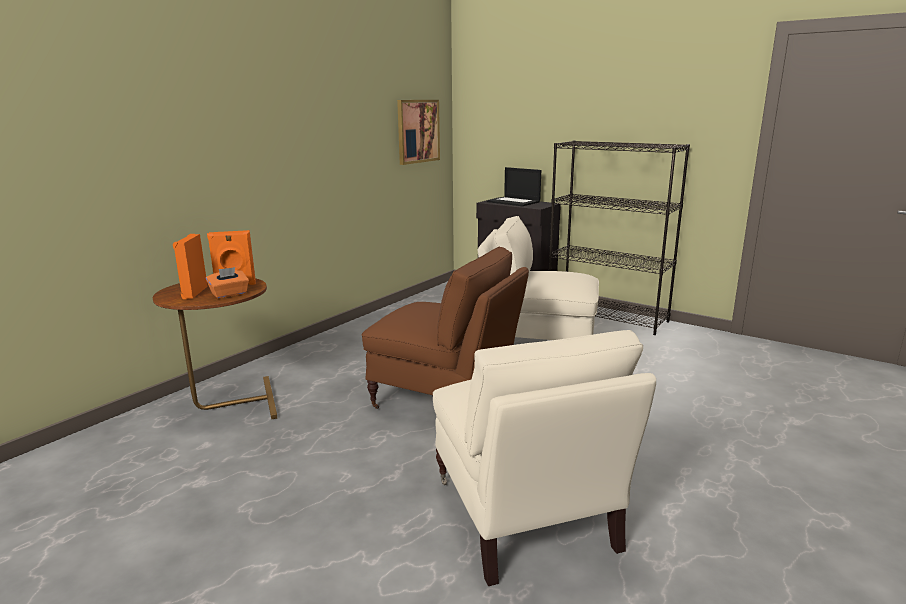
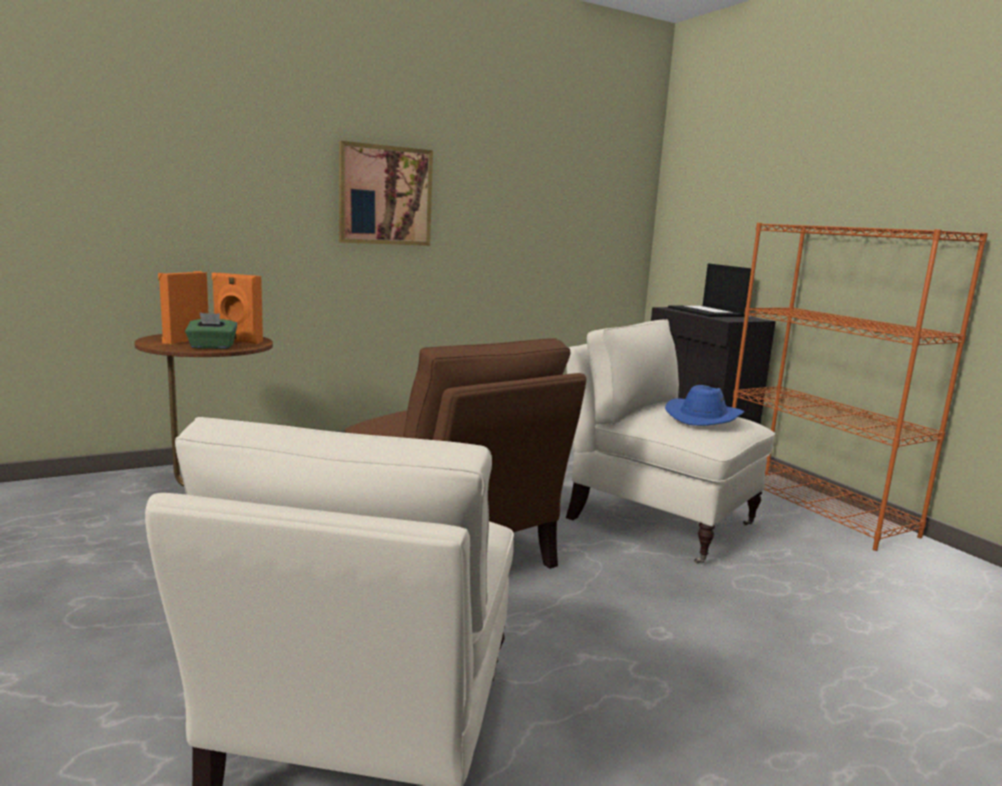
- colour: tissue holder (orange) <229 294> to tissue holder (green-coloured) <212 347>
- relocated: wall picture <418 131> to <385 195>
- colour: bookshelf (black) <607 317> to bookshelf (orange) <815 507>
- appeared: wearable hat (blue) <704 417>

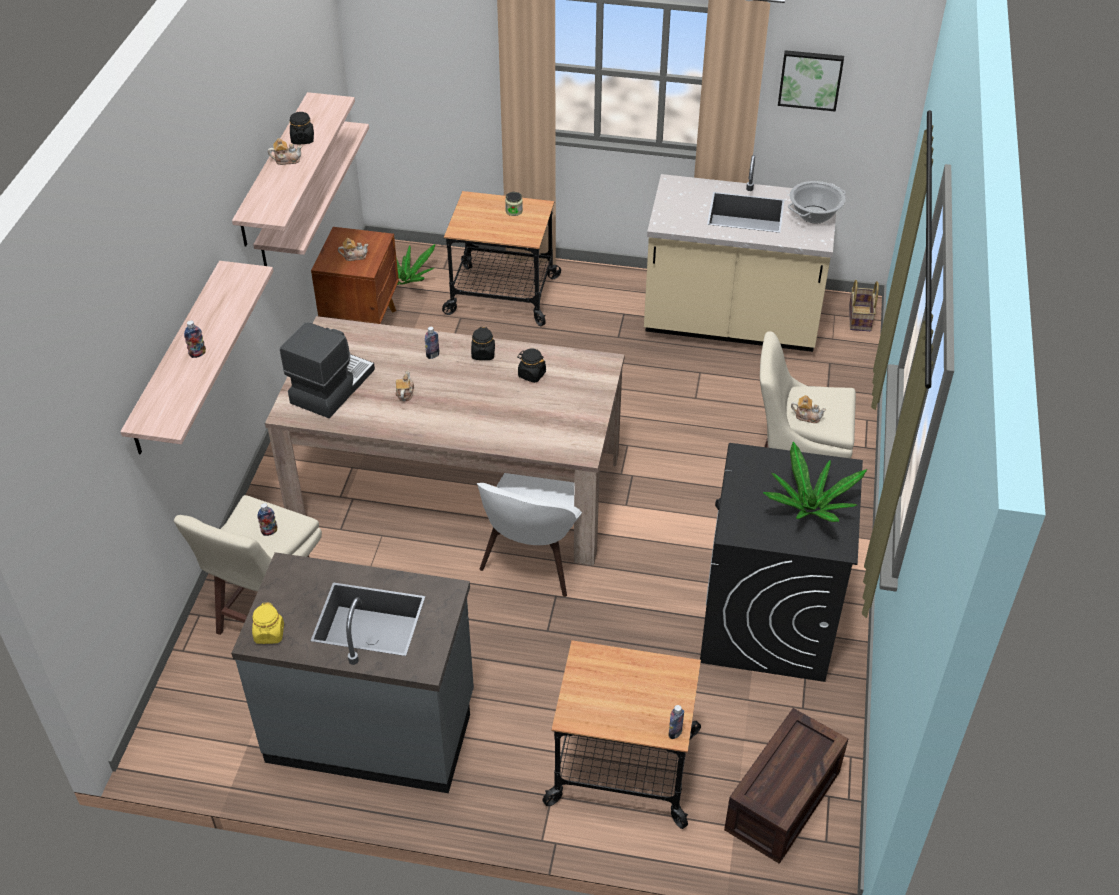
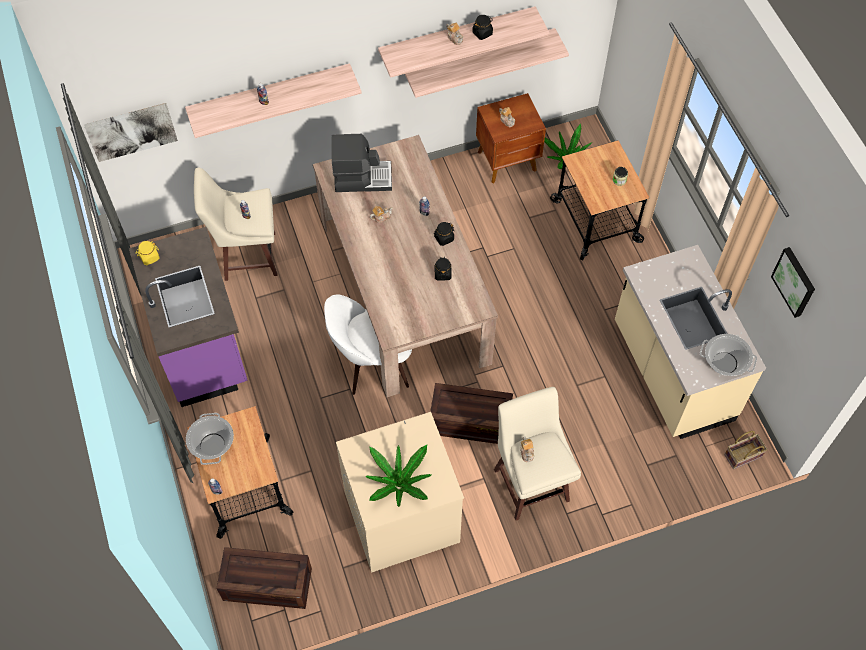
- colour: counter (gray) <372 728> to counter (purple-coloured) <203 347>
- colour: washing machine (black) <767 621> to washing machine (sand-coloured) <401 518>
- appeared: wall picture <131 131>
- appeared: stockpot <212 444>
- appeared: packing crate <468 423>

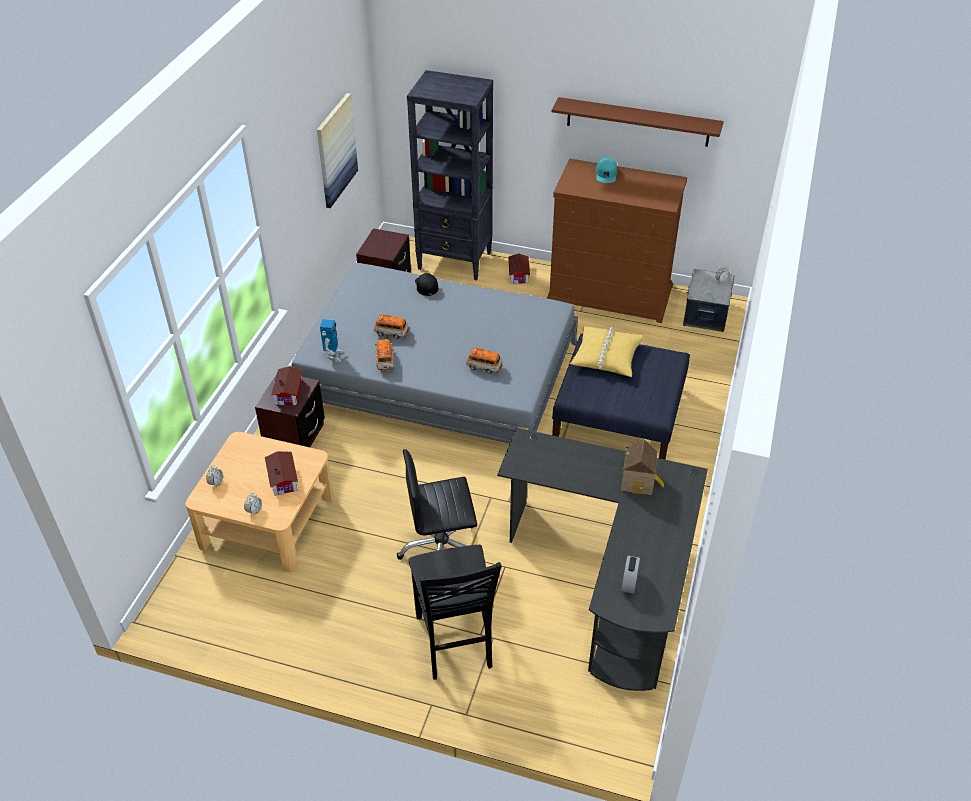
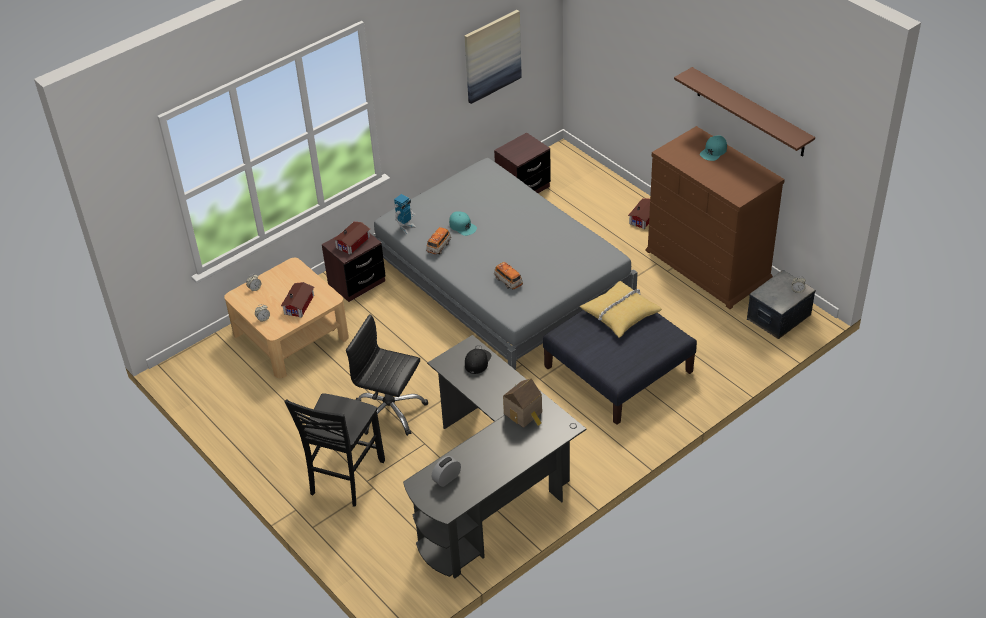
- exchanged: miniature car <391 333> to peaked cap (turquoise-coloured) <462 226>
- missing: bookshelf (black) <455 261>
- relocated: peaked cap (black) <426 285> to <477 361>

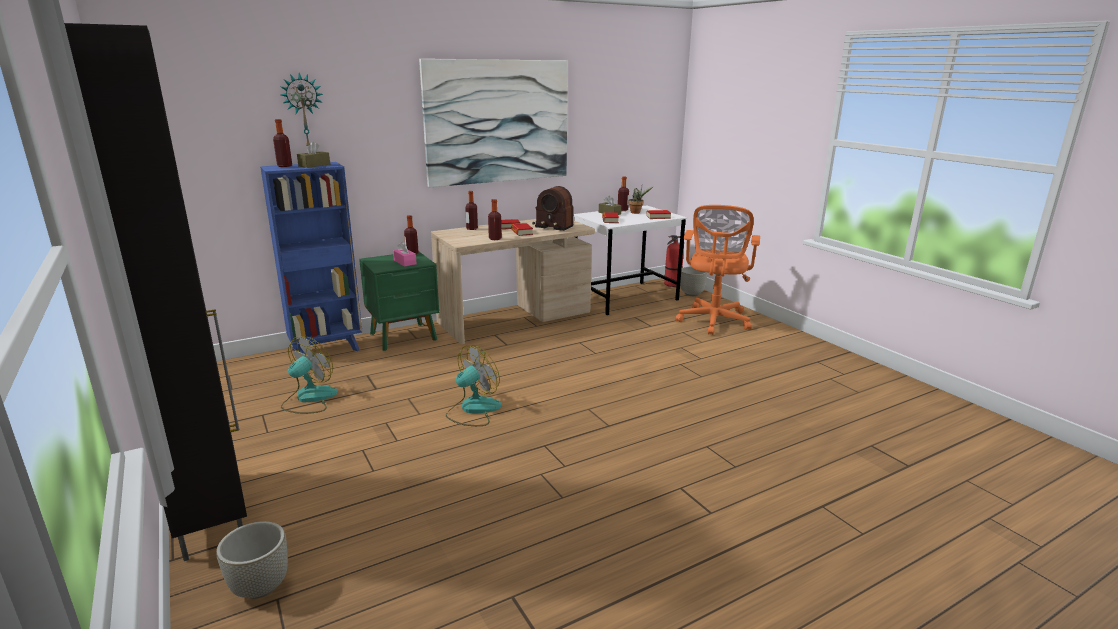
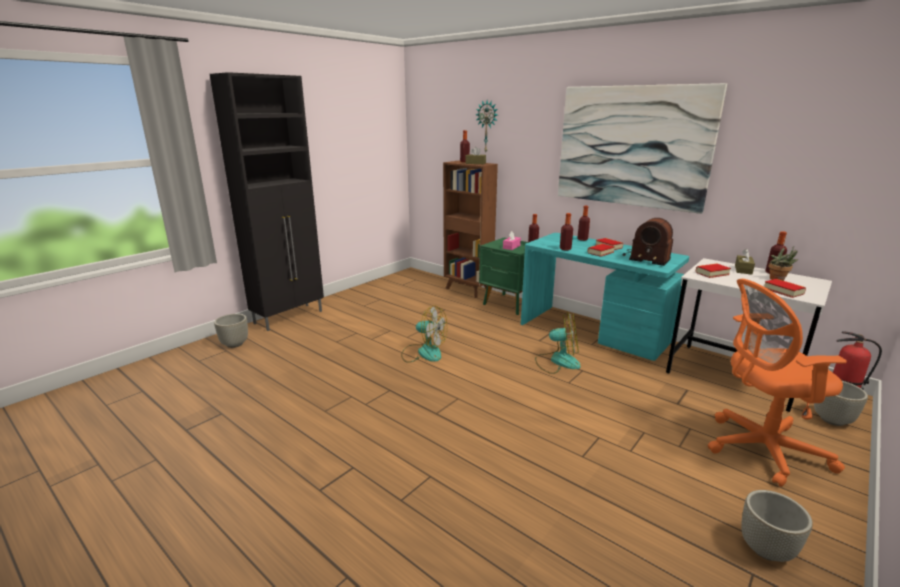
- colour: bookshelf (blue) <327 349> to bookshelf (brown-coloured) <468 290>
- relocated: electric fan <309 399> to <557 361>
- colour: desk unit (sand-coloured) <515 318> to desk unit (turquoise-coloured) <594 332>
- spun: radio receiver <552 225> = <645 258> 60 degrees counterclockwise
- appeared: flower pot (gray) <766 549>

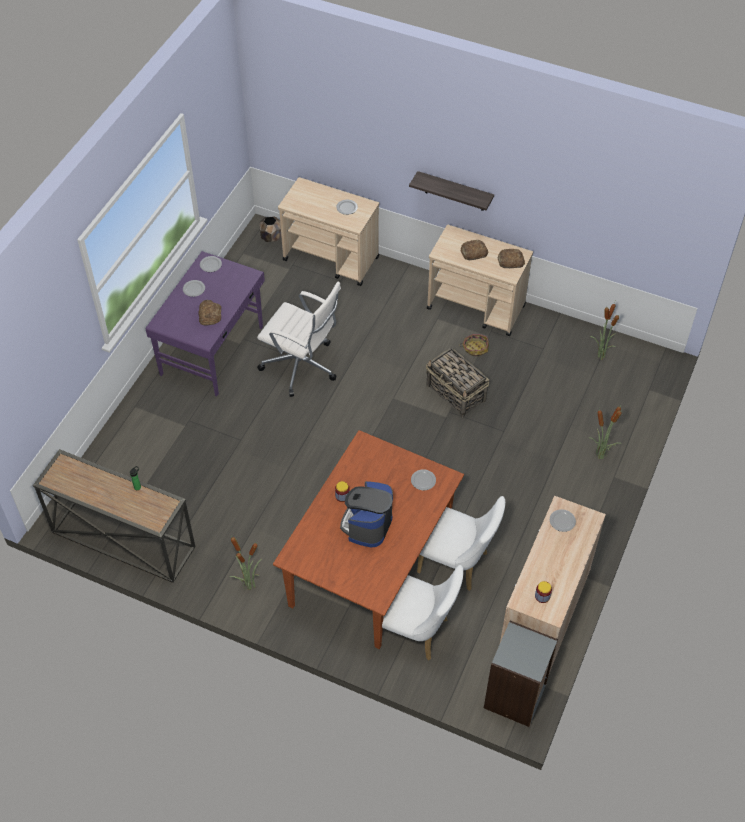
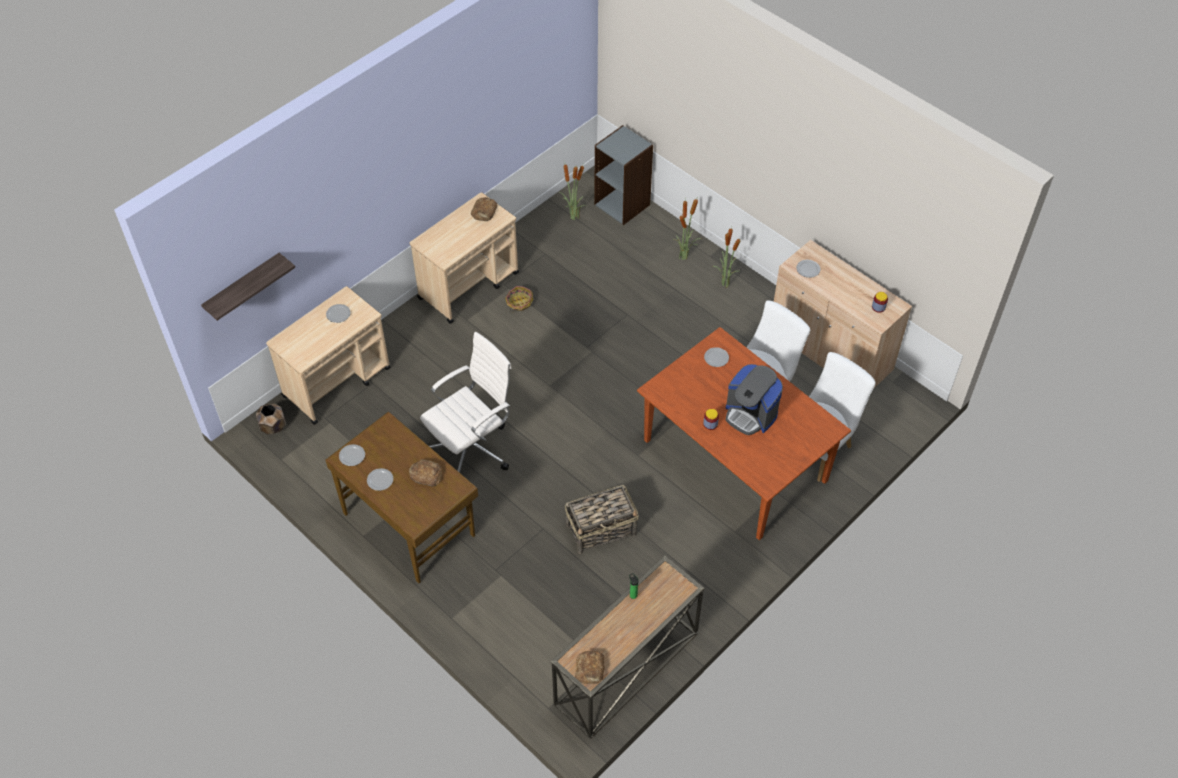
- colour: desk unit (purple-coloured) <213 350> to desk unit (brown-coloured) <409 523>
- relocated: houseplant <248 585> to <724 284>
- relocated: wall shelf <455 192> to <243 287>
- relocated: household basket <456 393> to <602 529>
- relocated: bakery bread <473 252> to <590 669>
- relocated: bookshelf (gray) <515 696> to <622 204>

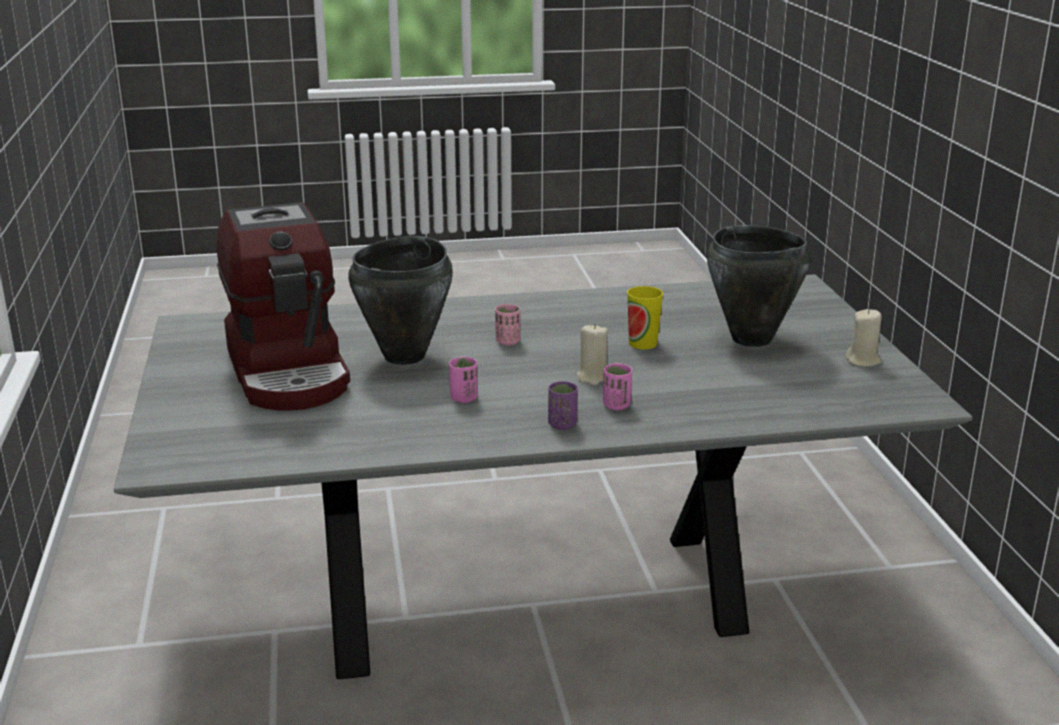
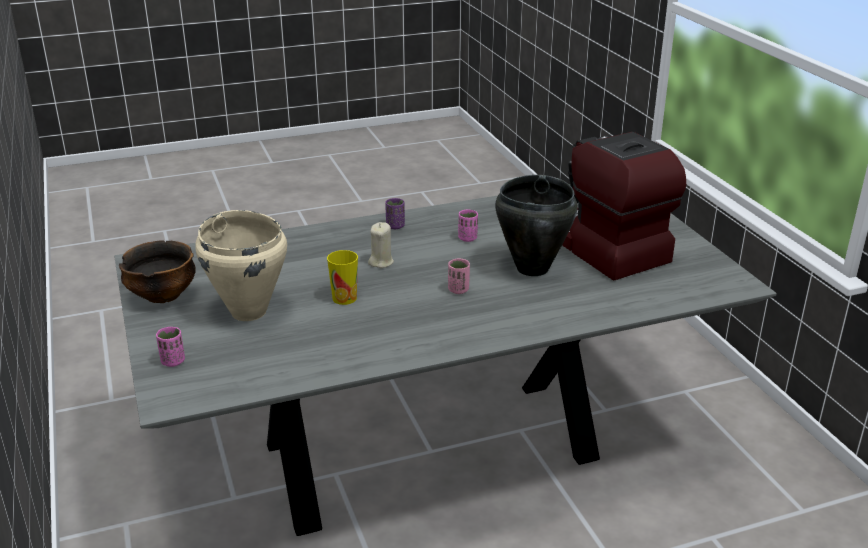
- relocated: drinking cup (pink) <616 405> to <173 361>
- colour: stockpot (black) <751 339> to stockpot (sand-coloured) <249 311>
- exchanged: candle (sand-coloured) <863 361> to deep dish <162 296>

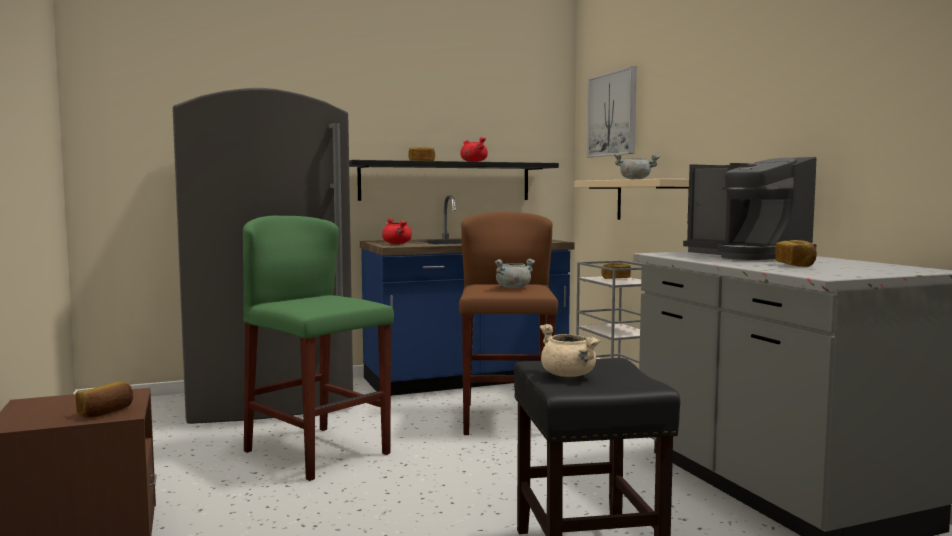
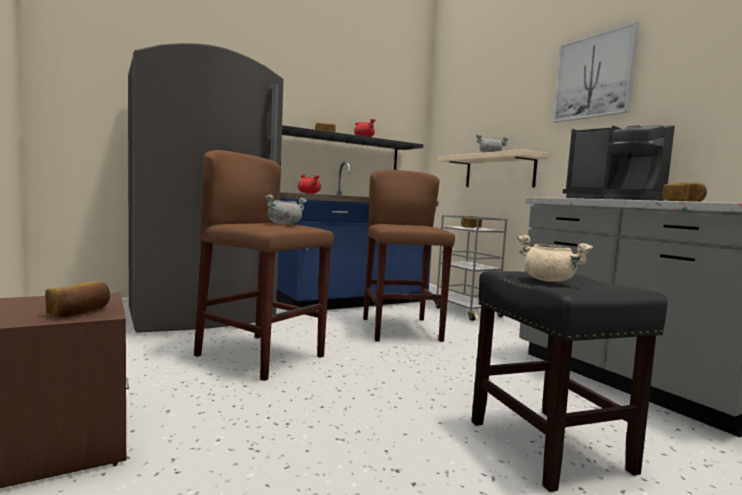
- colour: sitting stool (green-coloured) <317 452> to sitting stool (brown-coloured) <260 356>
- relocated: stockpot (gray) <513 287> to <284 224>
- relocated: wall picture <612 114> to <594 77>

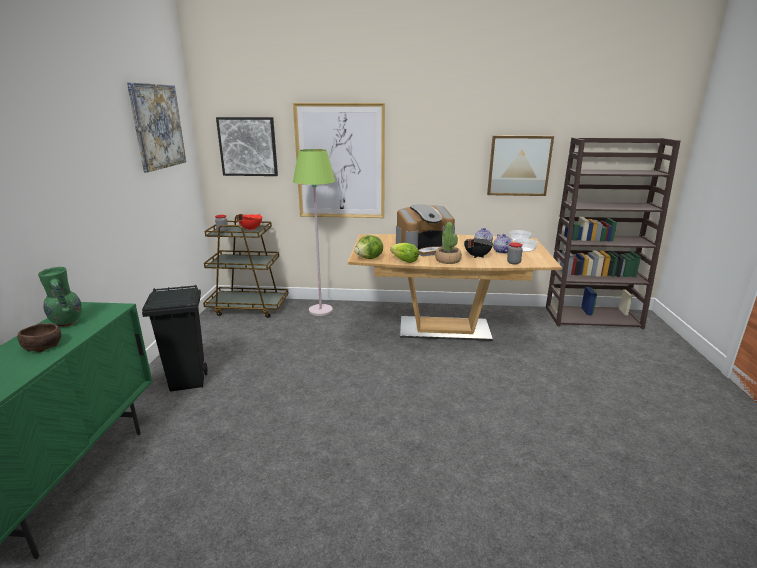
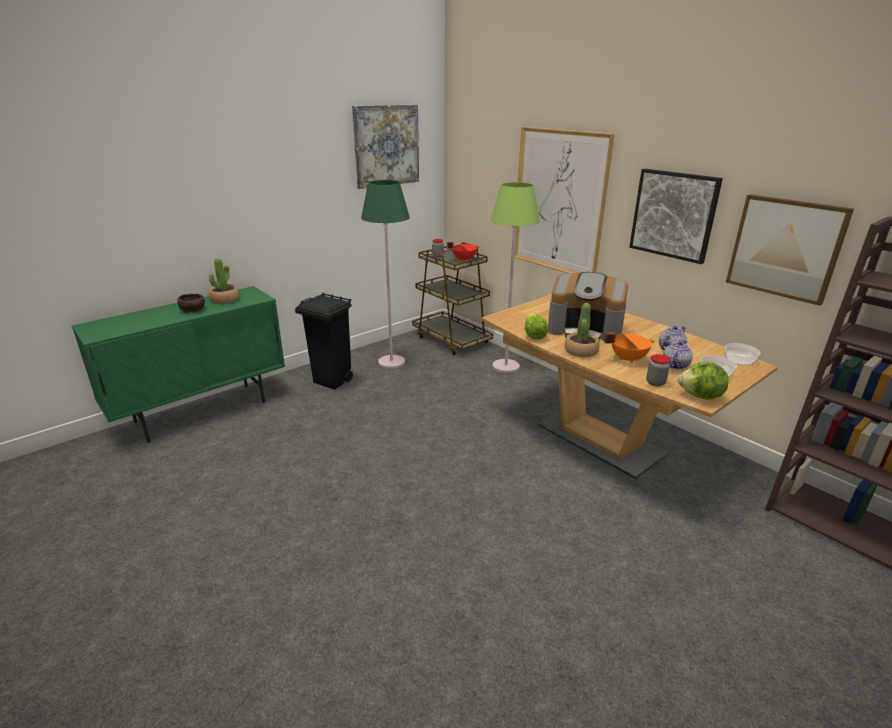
- exchanged: flower vase (green-coloured) <67 323> to houseplant <225 299>
- relocated: wall picture <248 146> to <673 215>
- relocated: lettuce head <369 258> to <700 396>
- colour: stockpot (black) <476 256> to stockpot (orange) <627 358>
- appeared: standard lamp (green-coloured) <391 362>

